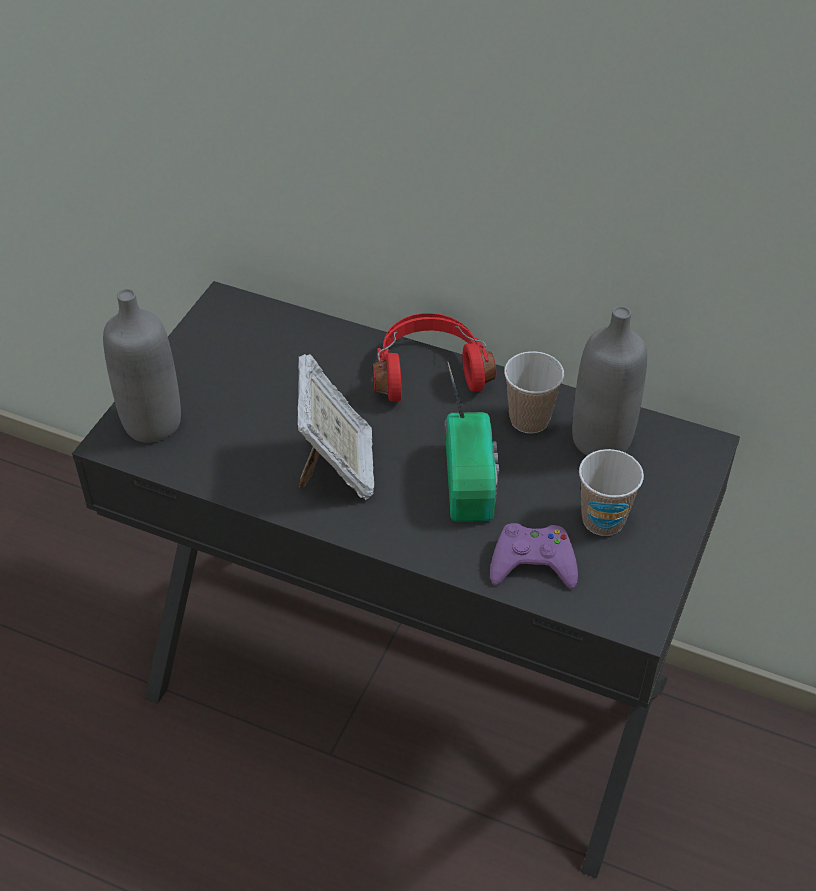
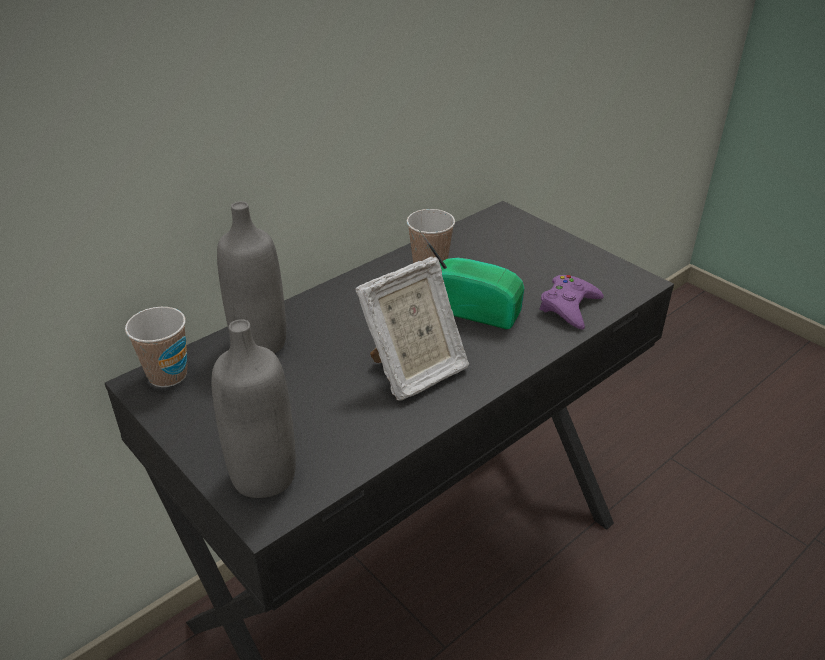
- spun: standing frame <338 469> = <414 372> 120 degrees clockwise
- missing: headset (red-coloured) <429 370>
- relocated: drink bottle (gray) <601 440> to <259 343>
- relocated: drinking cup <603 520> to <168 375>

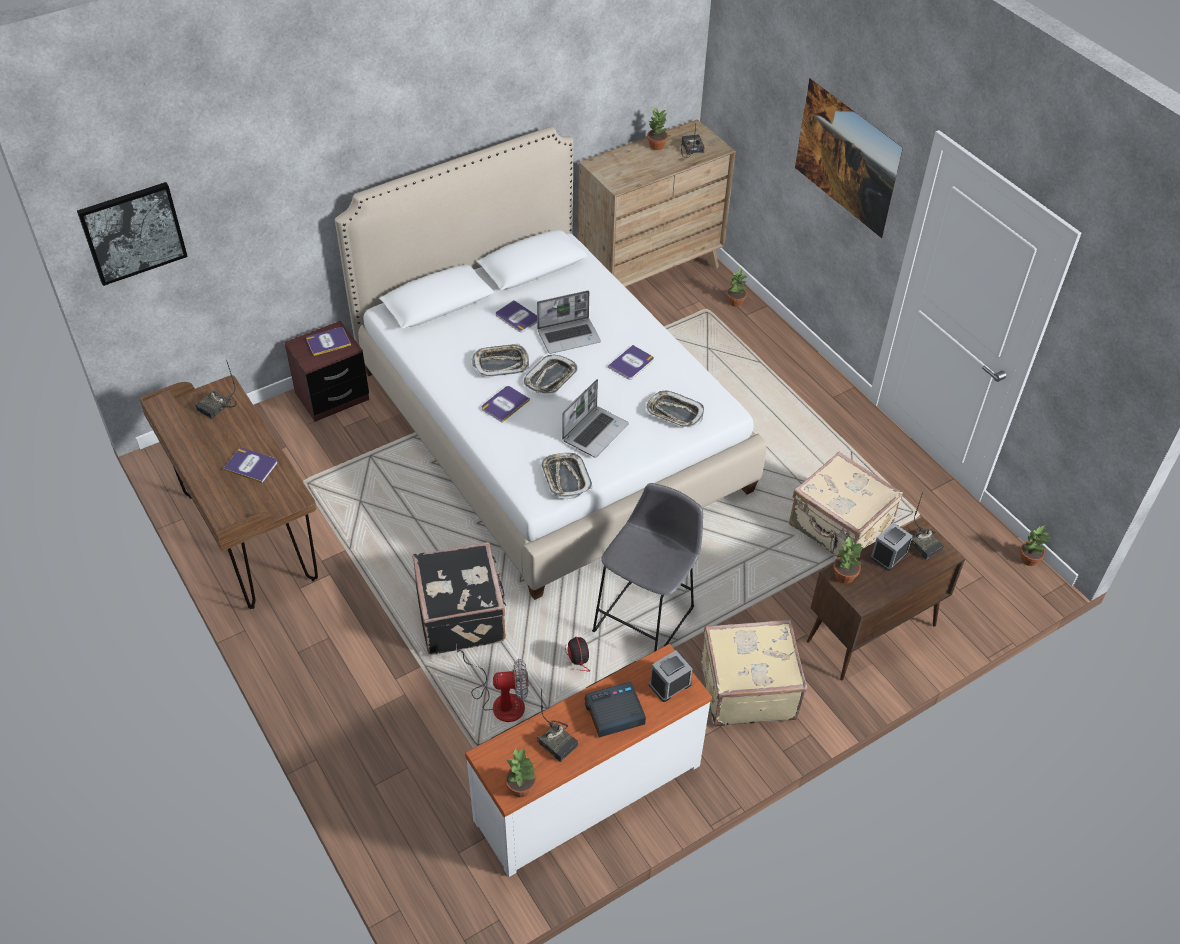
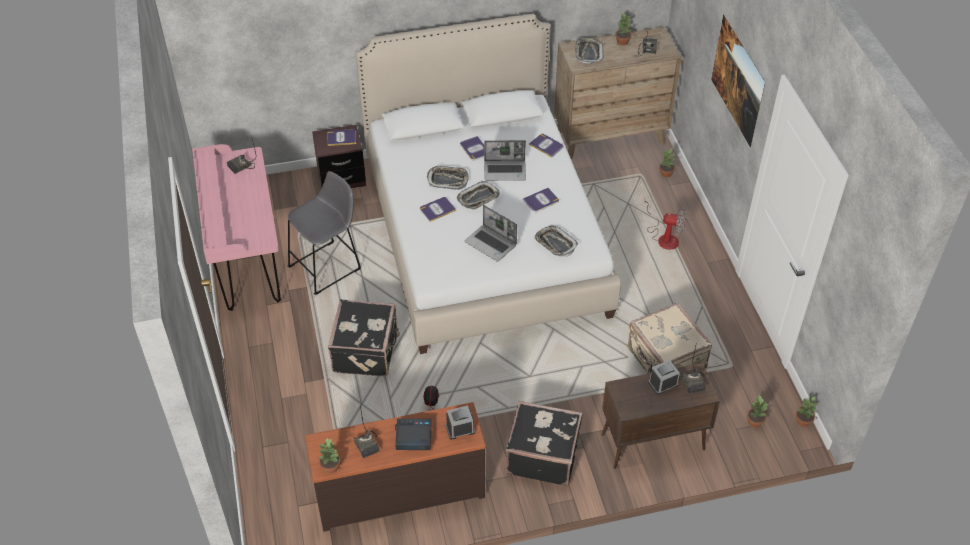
- missing: wall picture <133 232>
- colour: desk unit (brown-coloured) <249 538> to desk unit (pink) <247 262>
- relocated: book <251 465> to <546 145>
- relocated: electric fan <500 700> to <664 237>
- colour: chest of drawers (whitish) <586 790> to chest of drawers (brown-coloured) <399 491>
- relocated: carrying tray <565 478> to <588 53>
- spun: laptop <595 432> = <491 244> 75 degrees clockwise
- relocated: sitting stool (gray) <647 616> to <328 266>
- colour: suitcase (sand-coloured) <747 689> to suitcase (black) <542 455>
- relocated: houseplant <844 575> to <754 421>

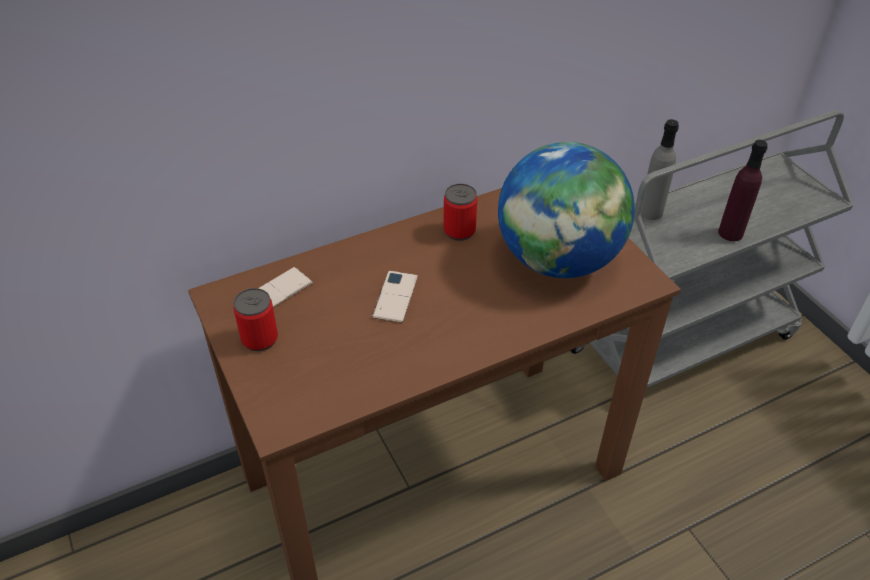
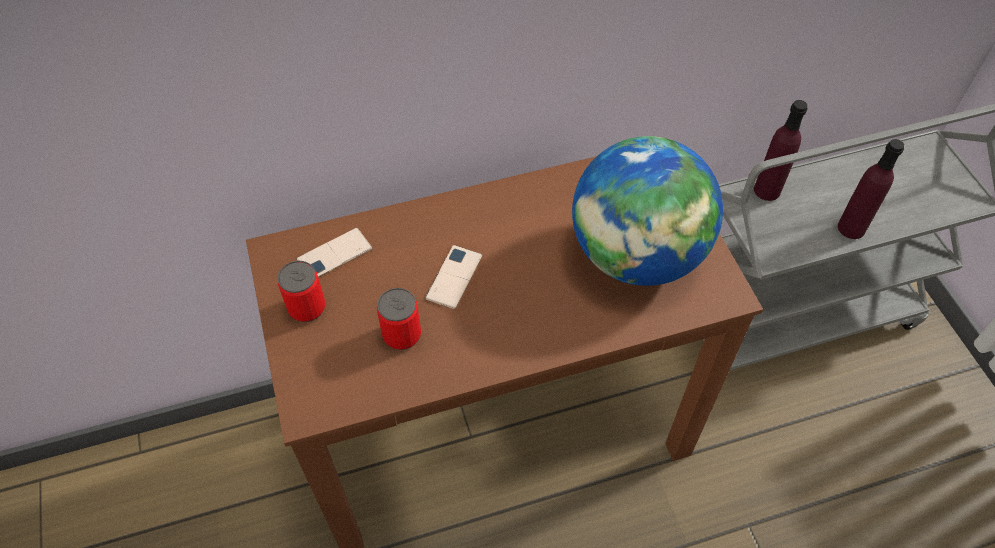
- relocated: can <459 231> to <402 335>
- colour: drink bottle (gray) <650 212> to drink bottle (purple-coloured) <767 190>

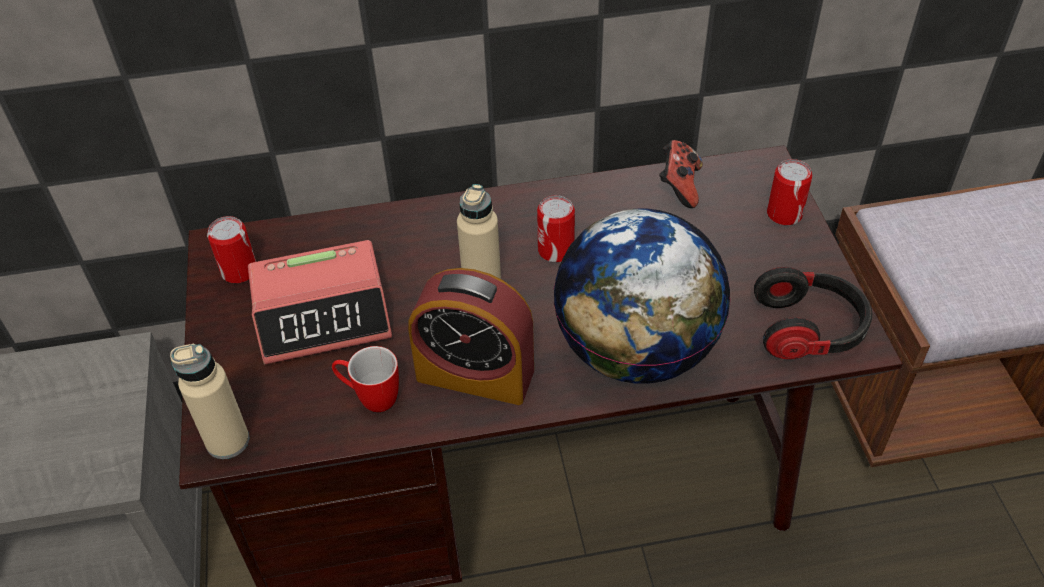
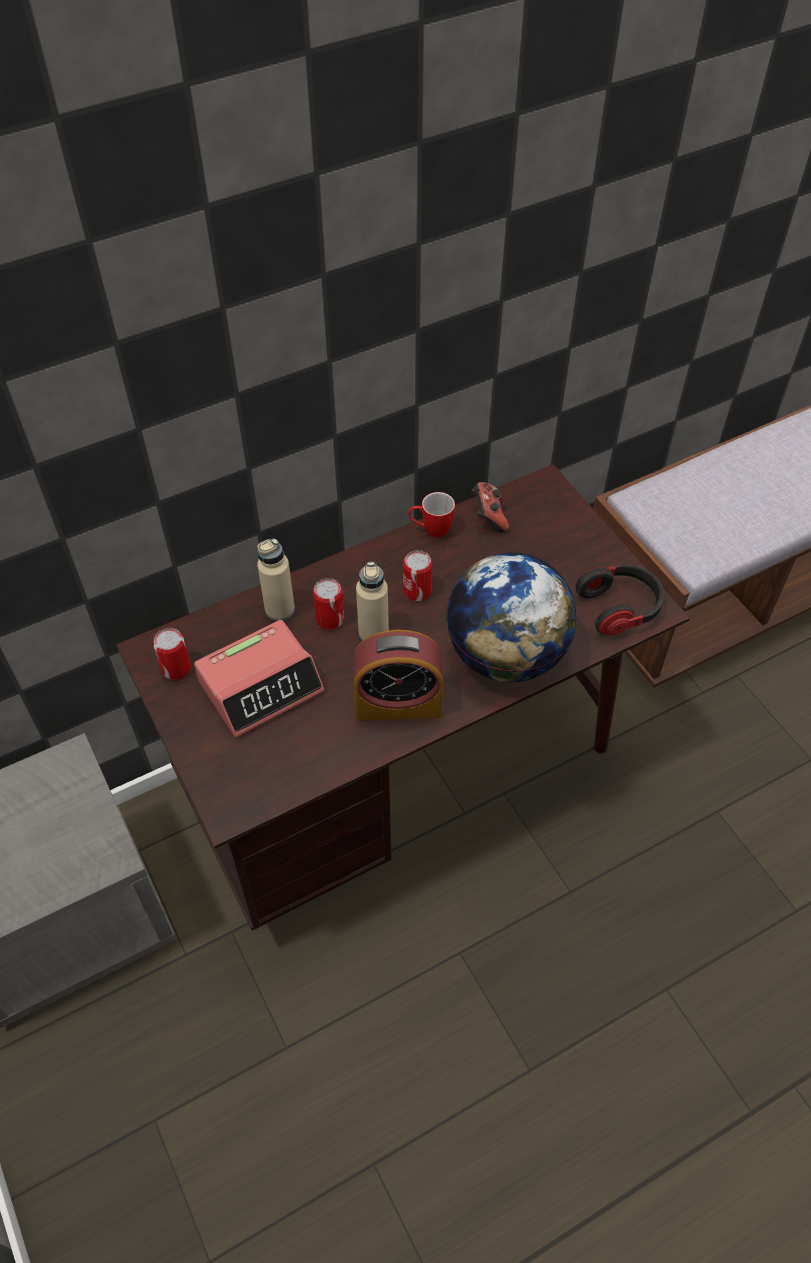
- relocated: drink bottle (sand-coloured) <227 441> to <279 609>
- relocated: tea mug <370 398> to <430 530>
- relocated: can <784 214> to <330 618>

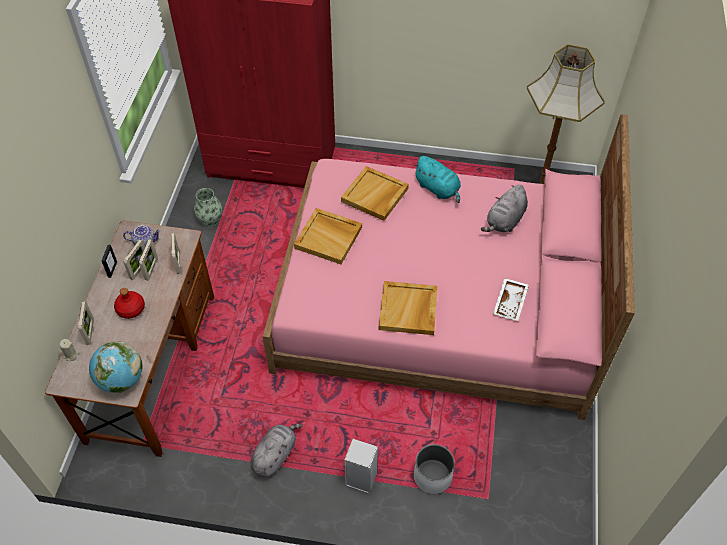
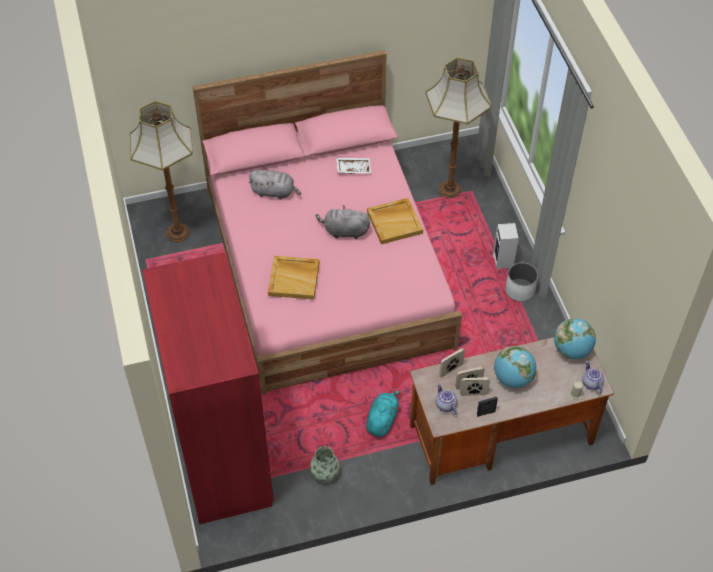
- missing: standing frame <90 331>
- exchanged: drink bottle (red-coloured) <130 309> to globe <512 378>
- relocated: soft toy (gray) <275 455> to <344 231>
- missing: carrying tray (sand-coloured) <329 237>
- relocated: soft toy (turquoise-coloured) <438 189> to <382 419>
- relocated: flower pot (whitish) <432 476> to <520 290>
- appeared: standard lamp <449 189>
- appeared: tea pot <591 383>

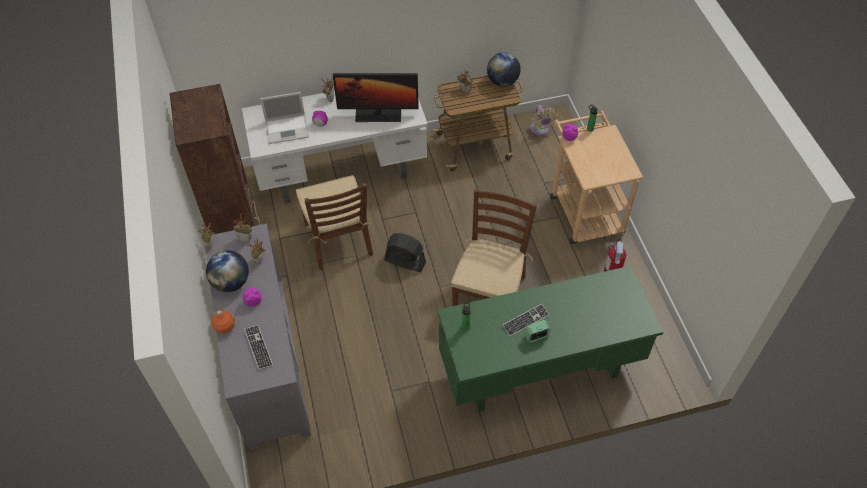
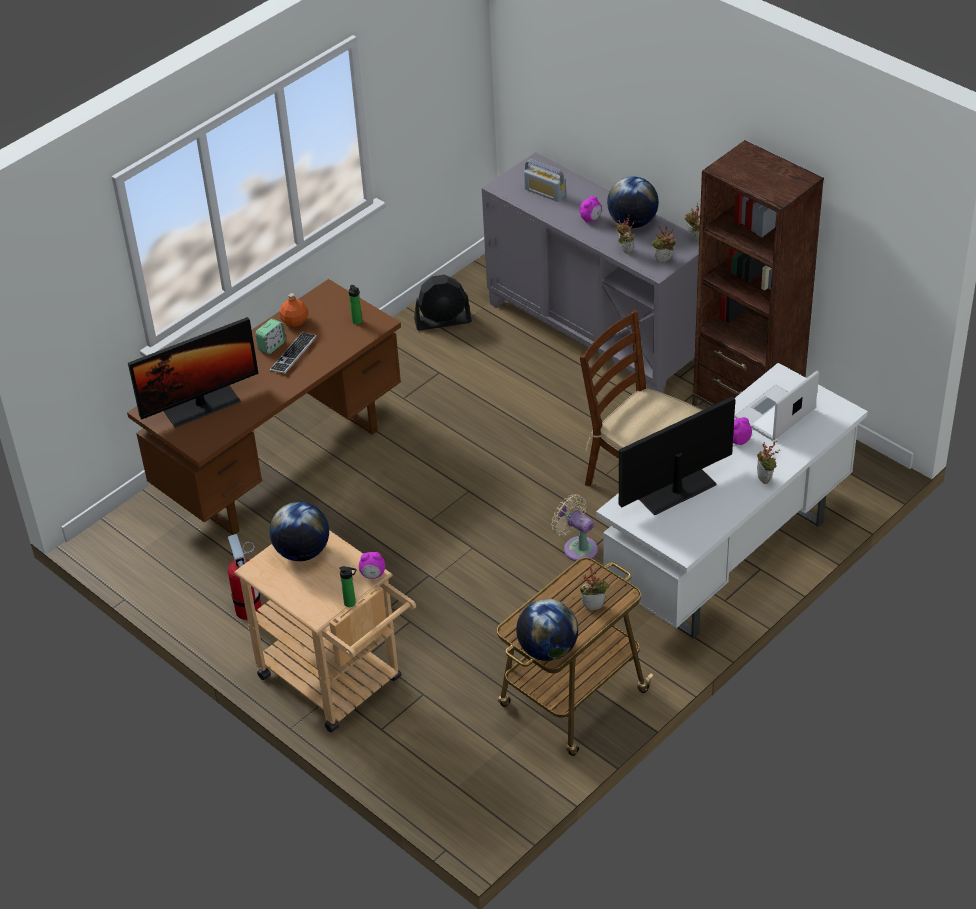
- relocated: drink bottle (orange) <225 327> to <294 322>
- exchanged: computer keyboard <258 347> to radio receiver <545 192>
- relocated: electric fan (black) <405 261> to <443 321>
- colour: desk unit (green-coloured) <539 371> to desk unit (brown-coloured) <281 463>
- missing: chair (brown-coloured) <489 293>
- relocated: electric fan (sand-coloured) <540 130> to <577 547>
- appeared: computer screen <201 405>
- appeared: globe <302 552>

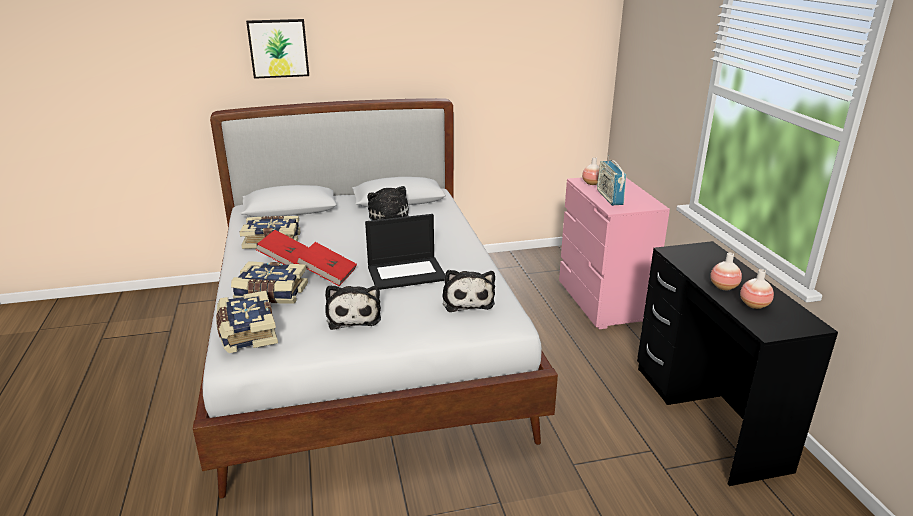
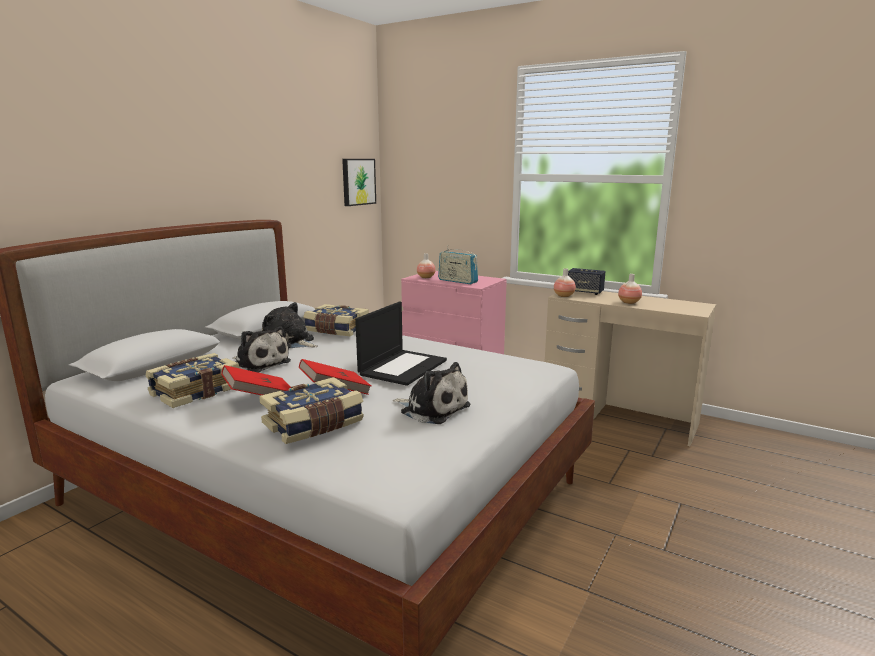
- relocated: book <246 332> to <336 330>
- relocated: wall picture <278 48> to <358 181>
- relocated: soft toy <467 300> to <259 364>
- colour: desk unit (black) <708 416> to desk unit (sand-coloured) <619 417>
- relocated: flower vase <754 305> to <564 296>
- appeared: audio speaker <584 292>

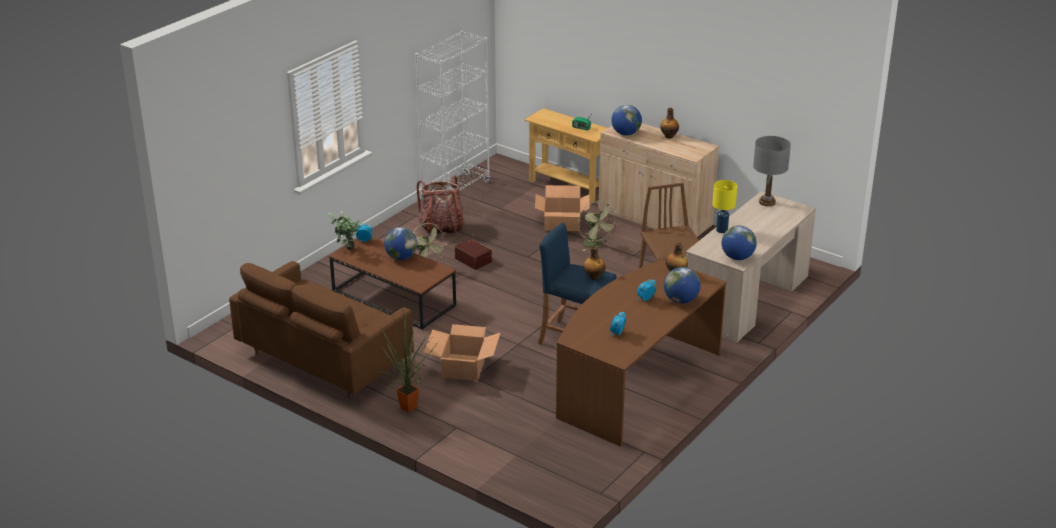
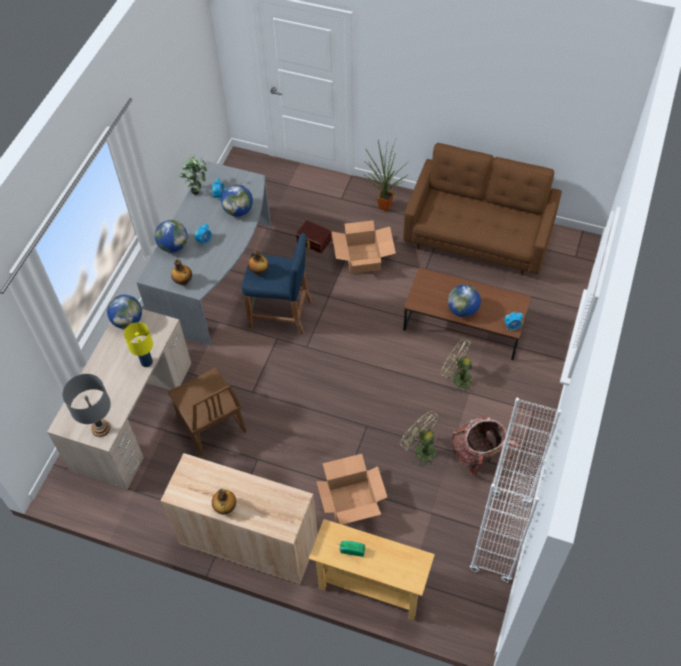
- relocated: houseplant <346 250> to <197 189>
- relocated: storage container (brown-coloured) <474 260> to <313 241>
- colour: desk unit (brown-coloured) <635 383> to desk unit (gray) <218 276>
- relocated: electric fan (green-coloured) <596 246> to <420 449>
- relocated: globe <626 134> to <238 211>

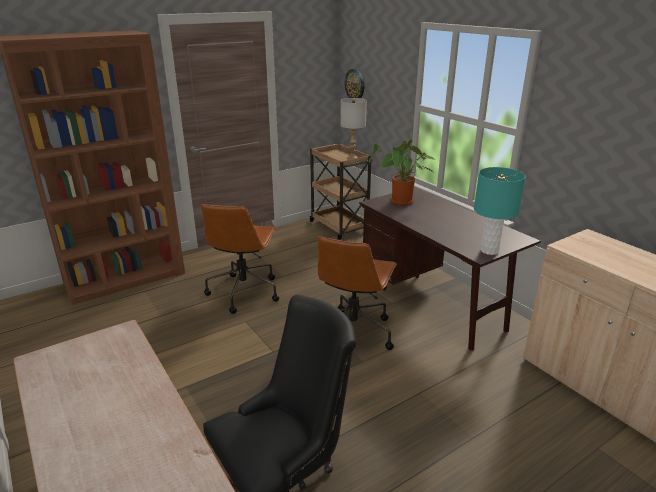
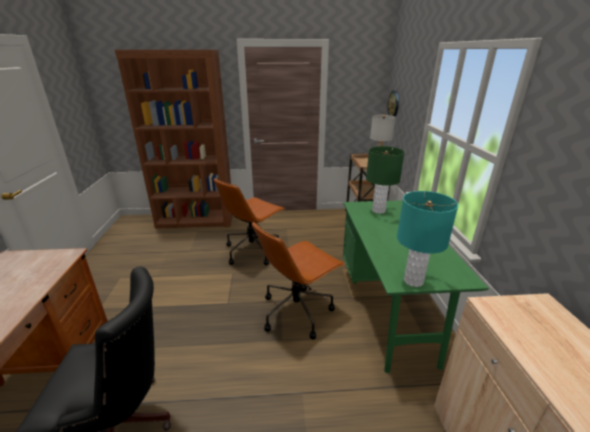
- colour: desk unit (brown-coloured) <433 303> to desk unit (green-coloured) <387 311>
- exchanged: houseplant <401 202> to tabletop lamp (green-coloured) <378 210>

